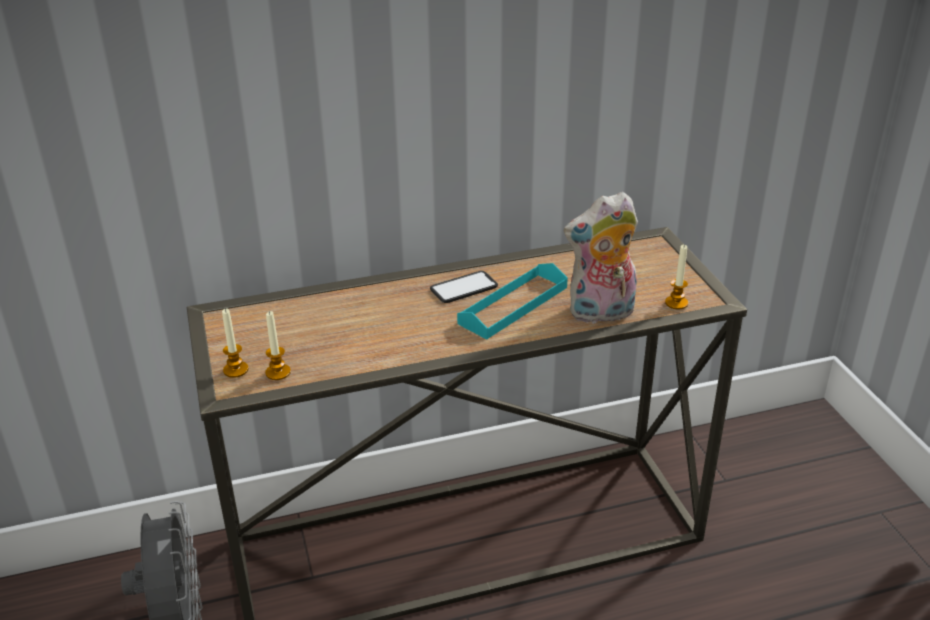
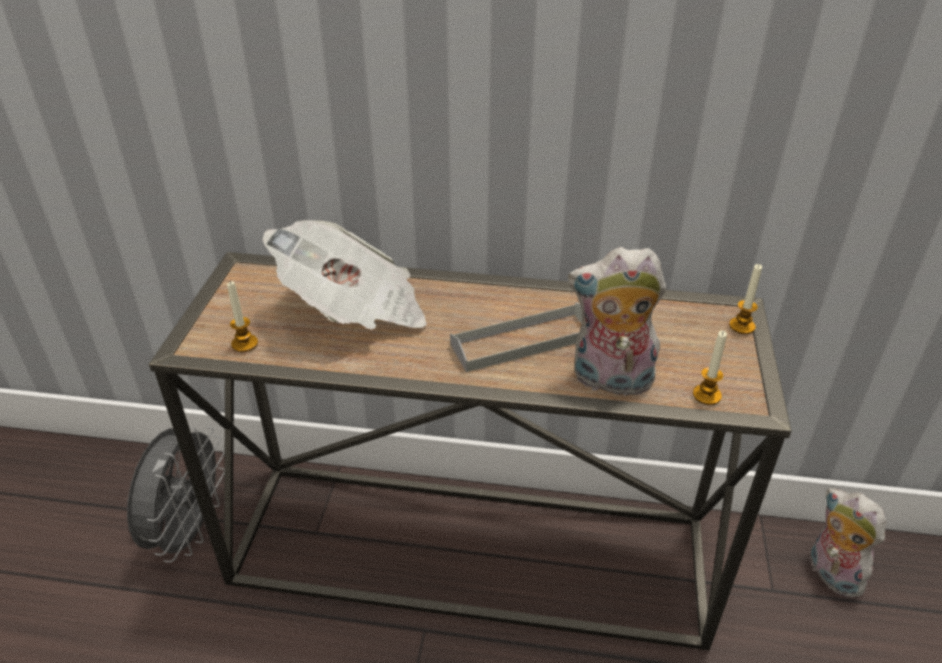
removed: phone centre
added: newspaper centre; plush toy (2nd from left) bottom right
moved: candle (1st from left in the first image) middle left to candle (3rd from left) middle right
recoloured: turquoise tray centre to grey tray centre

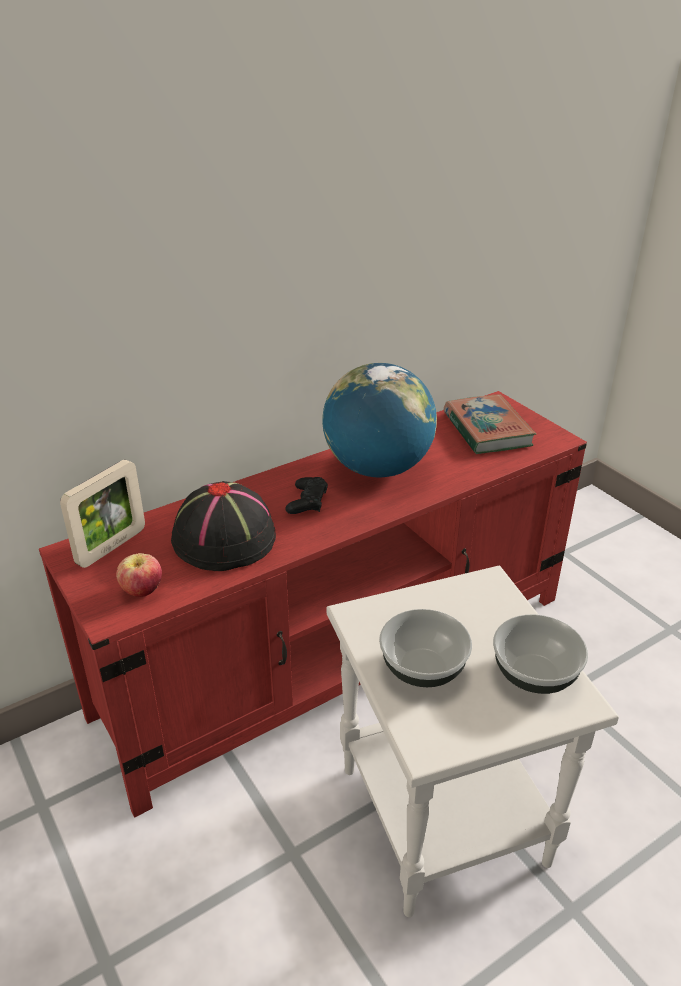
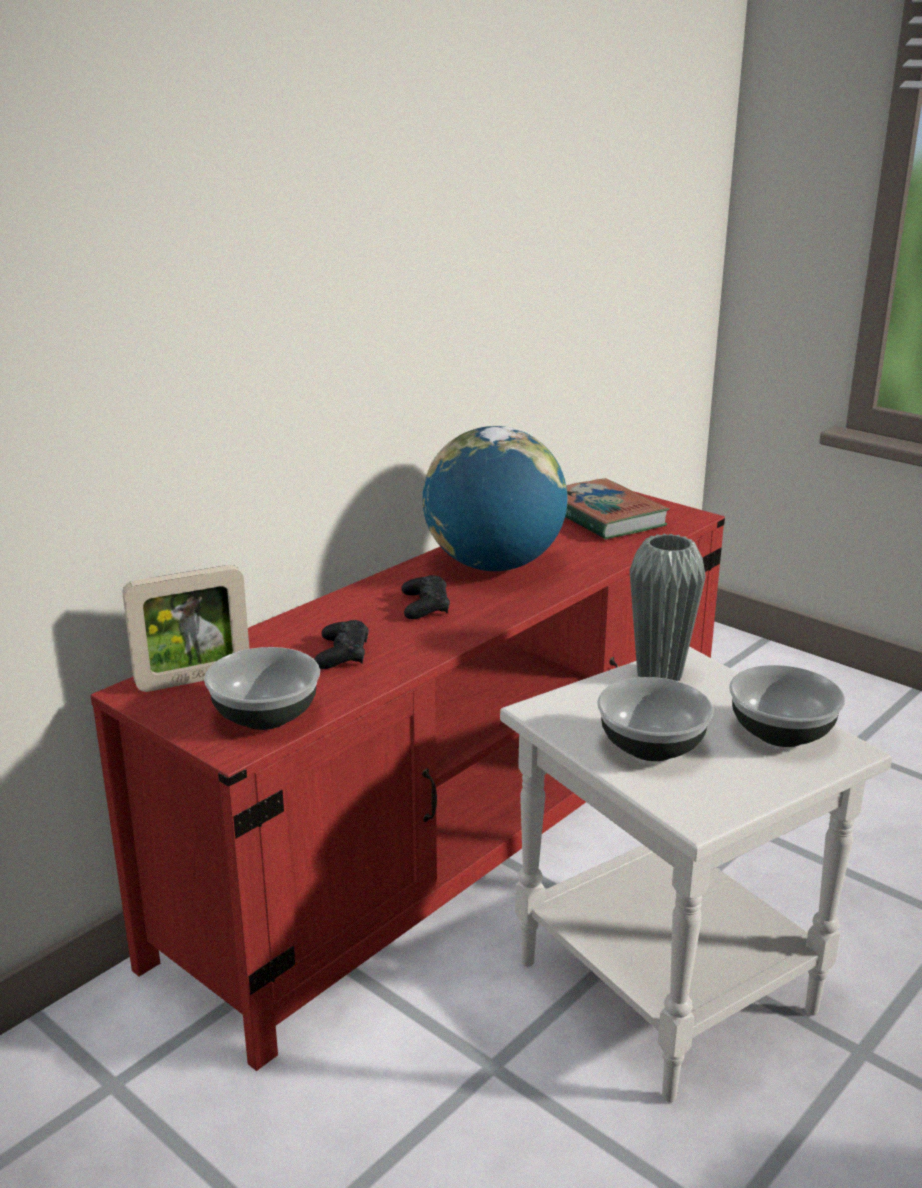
added: grey vase middle right
replaced: apple middle left to bowl (1st from left) middle left; black hat middle left to black game controller (1st from left) centre
turned: picture frame middle left = middle left 45 degrees clockwise

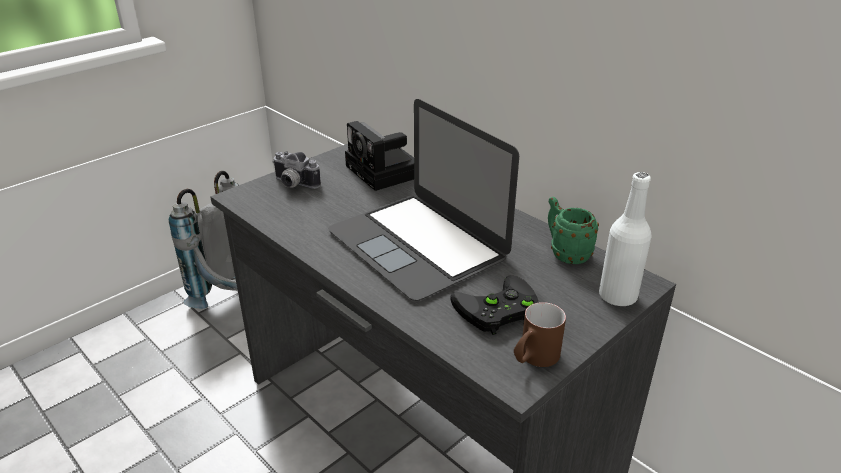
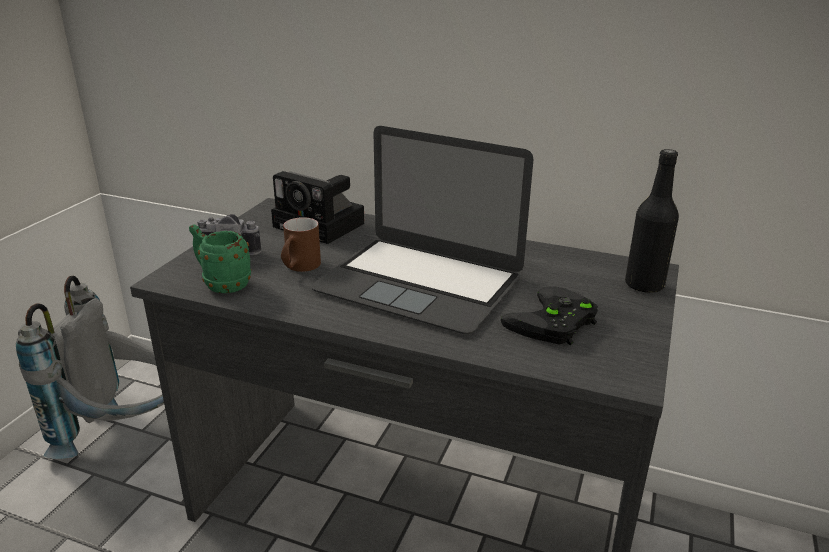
moved: green mug middle right to middle left; brown mug bottom centre to centre
recoloured: white bottle middle right to black bottle middle right

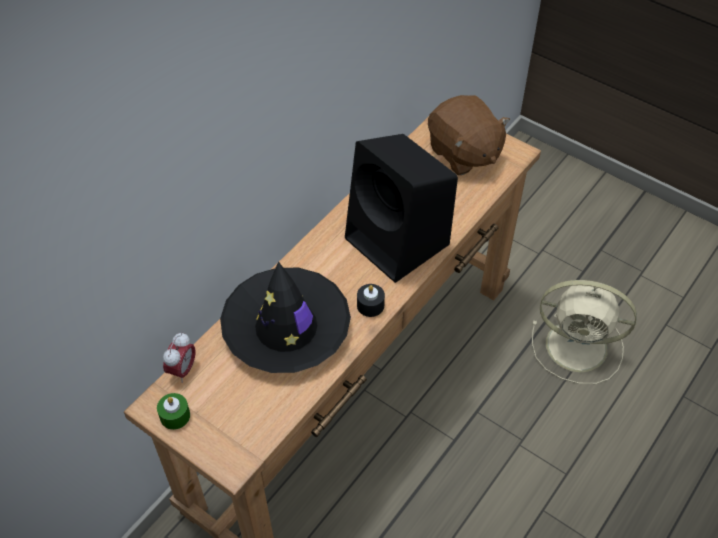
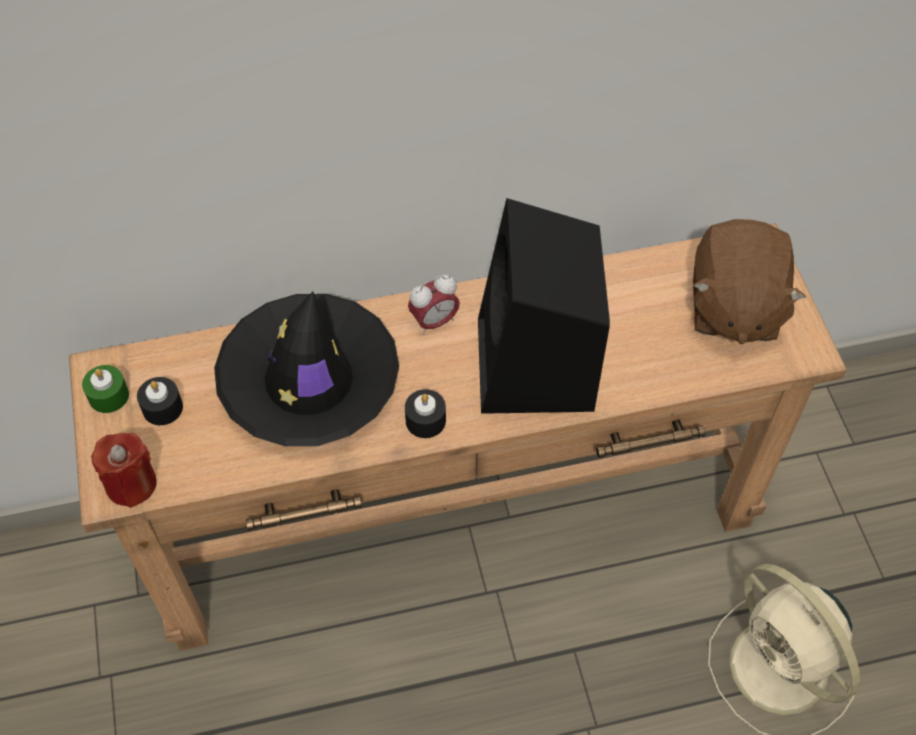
added: red candle middle left; black candle (1st from left) middle left
moved: alarm clock middle left to centre

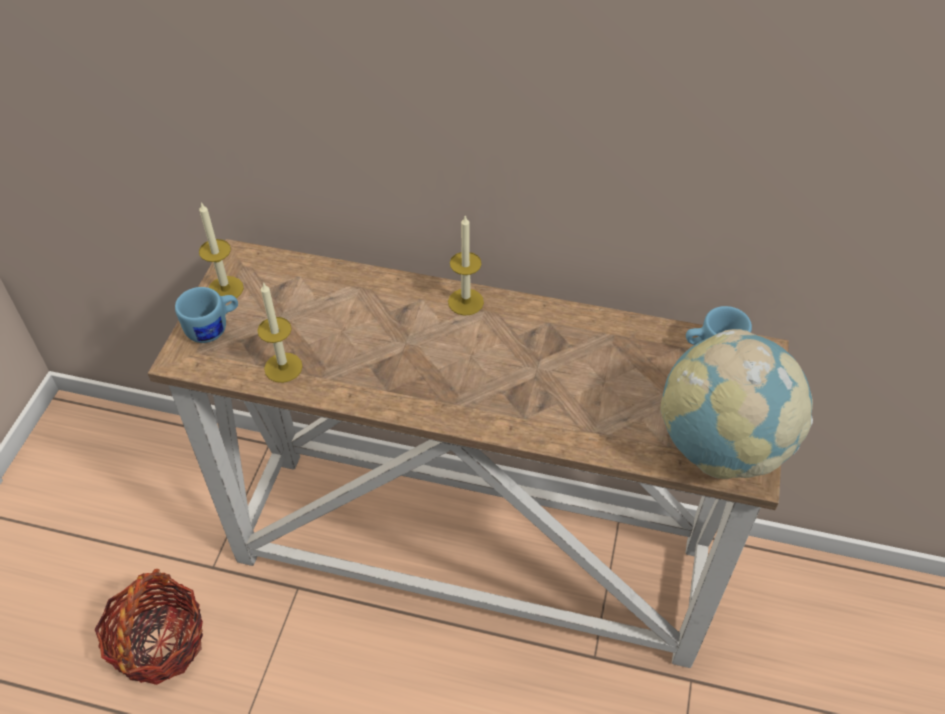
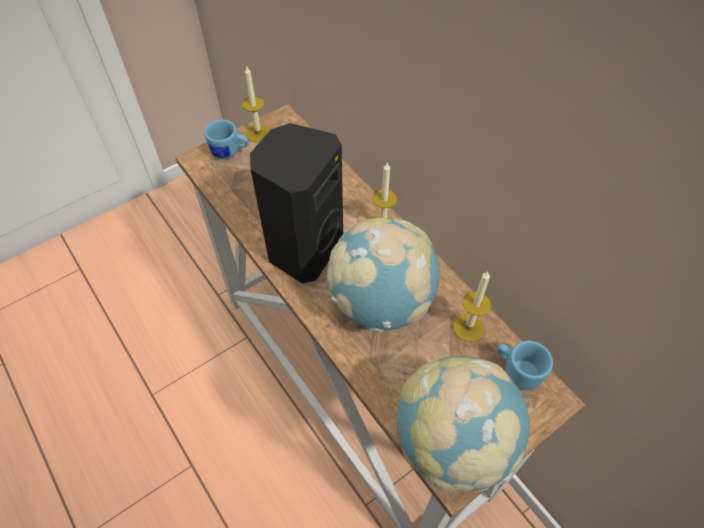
removed: basket bottom left
added: black speaker centre; globe (1st from left) centre
moved: candle (2nd from left in the first image) middle left to candle (3rd from left) middle right

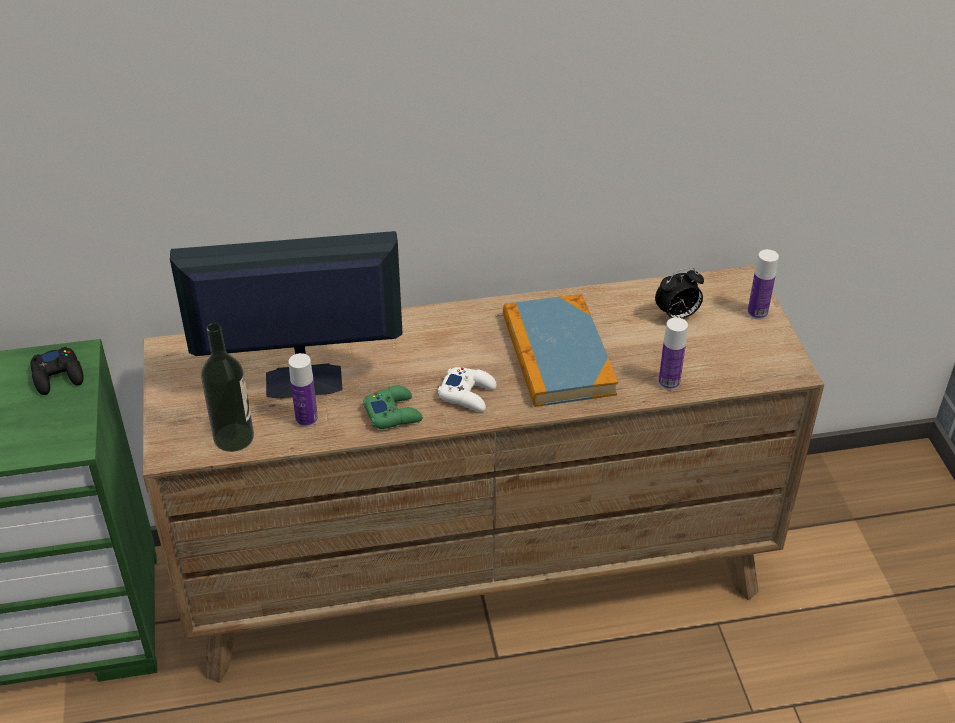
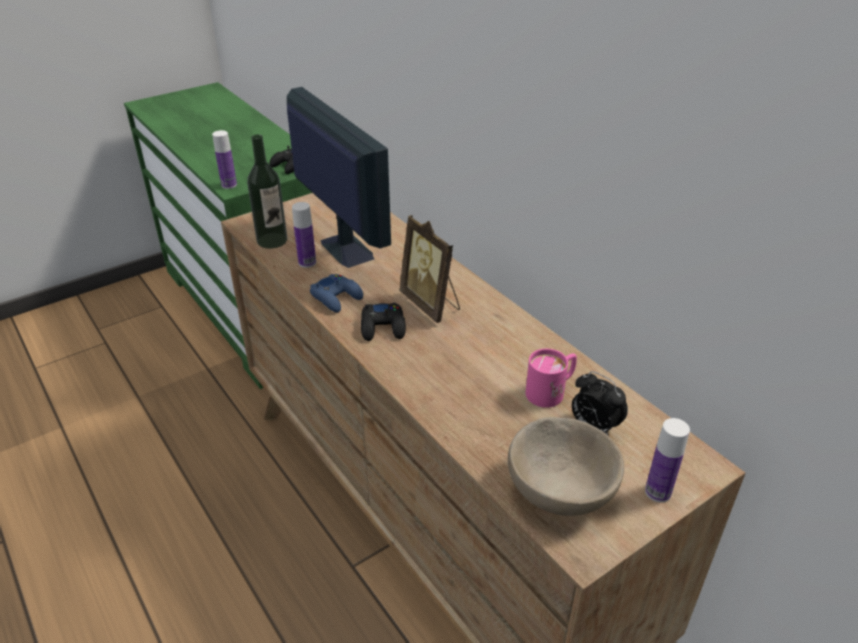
removed: book centre
added: picture frame centre; beige bowl bottom centre; pink mug centre
moved: bottle (3rd from left in the first image) middle right to bottle (1st from left) top left
recoloured: green game controller centre to blue game controller centre; white game controller centre to black game controller (2nd from left) centre

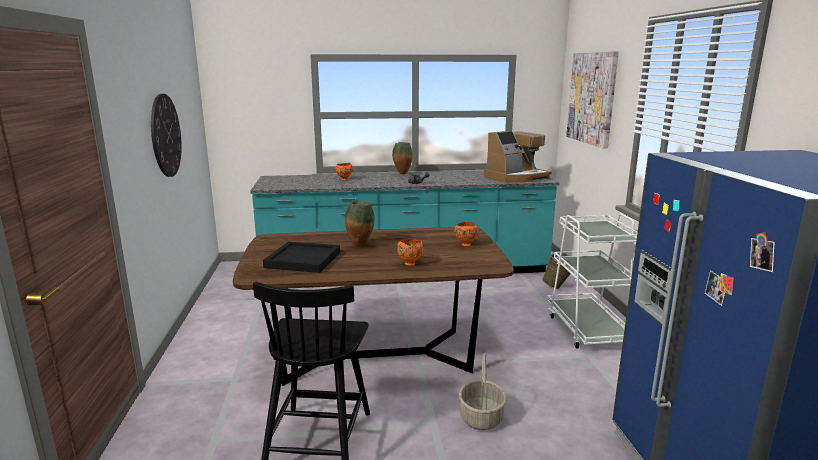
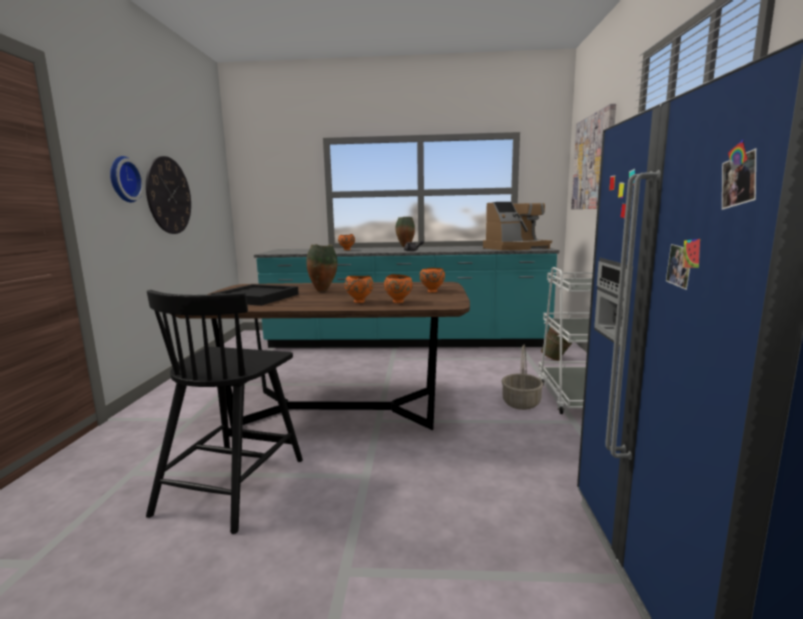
added: wall clock (1st from left) top left; orange bowl (3rd from left) centre
moved: basket bottom centre to centre

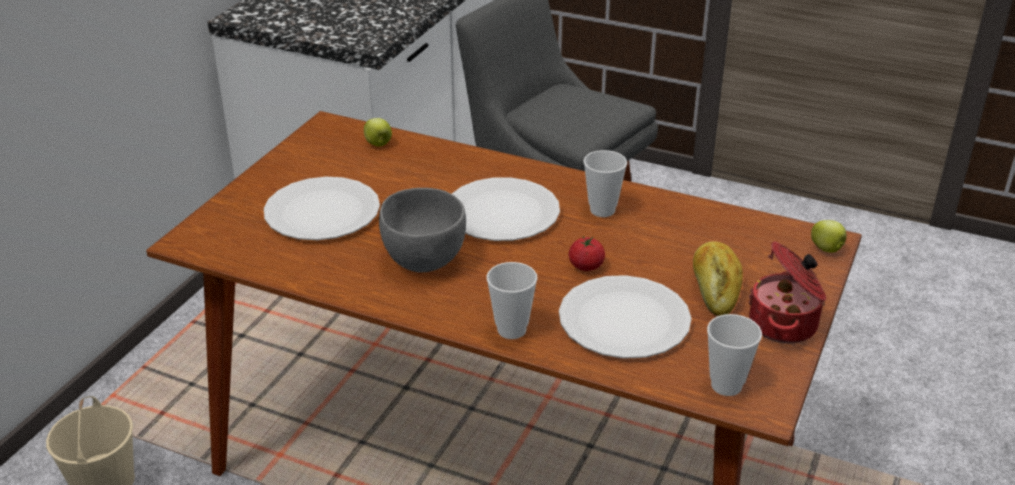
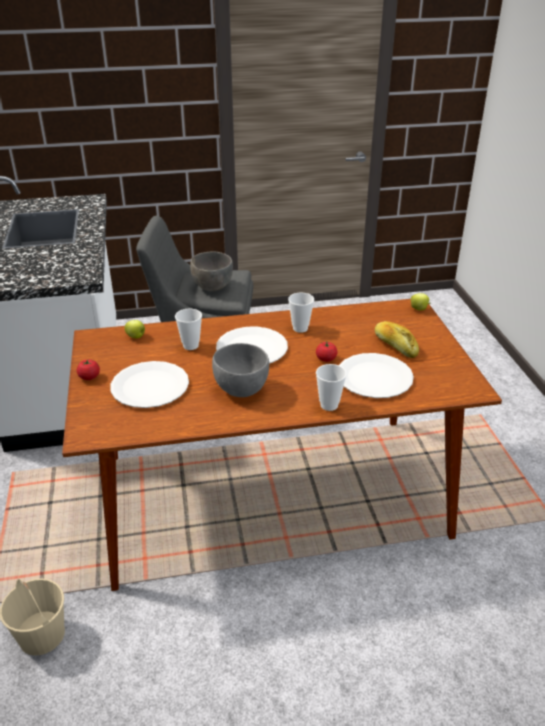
removed: cooking pot middle right
added: tomato (1st from left) middle left; grey bowl (1st from left) centre
moved: cup (3rd from left in the first image) bottom right to cup (1st from left) centre

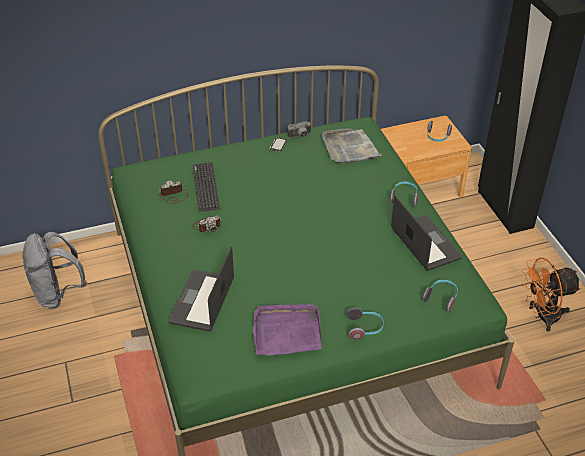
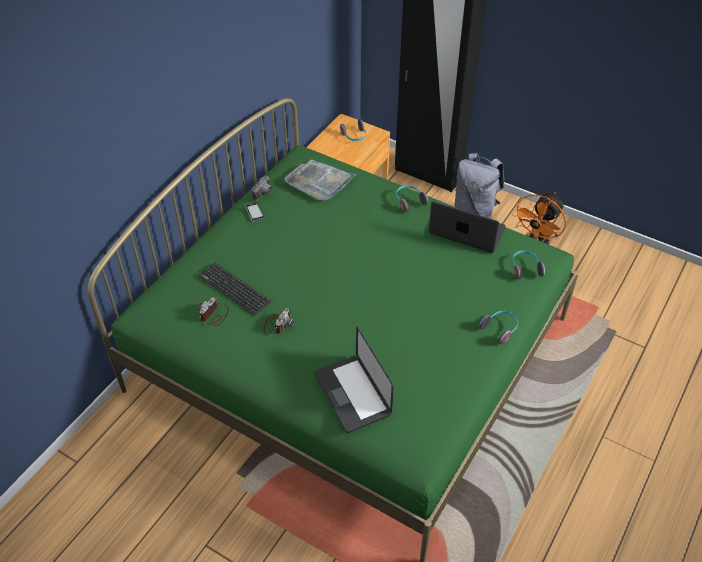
removed: purple tray bottom centre
moved: grey backpack middle left to top right

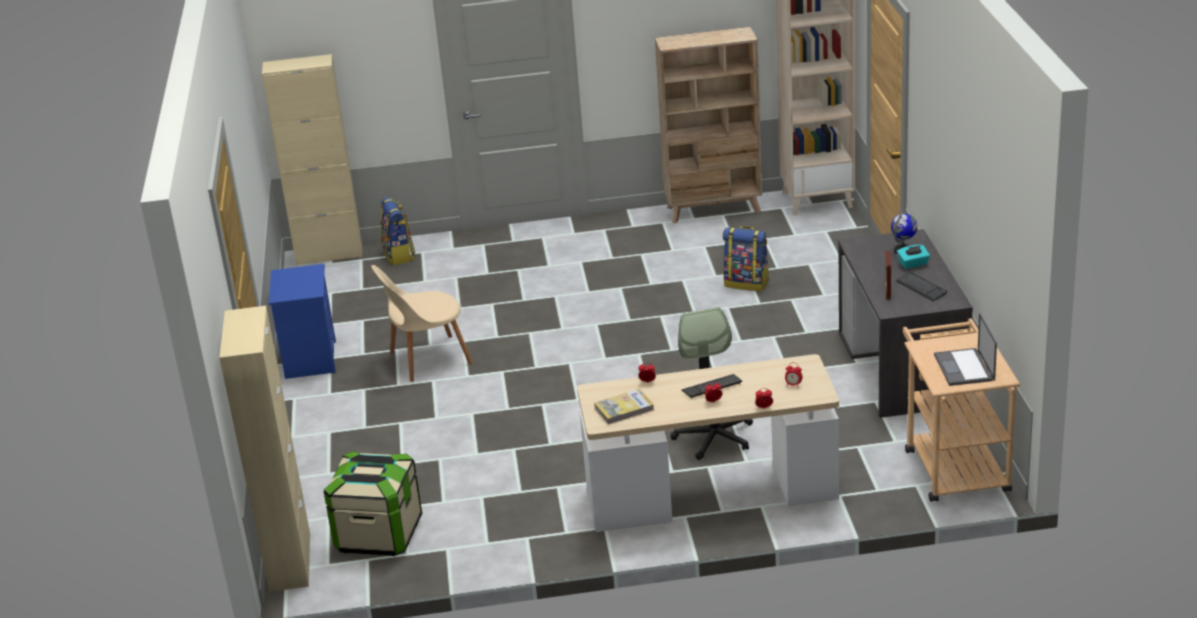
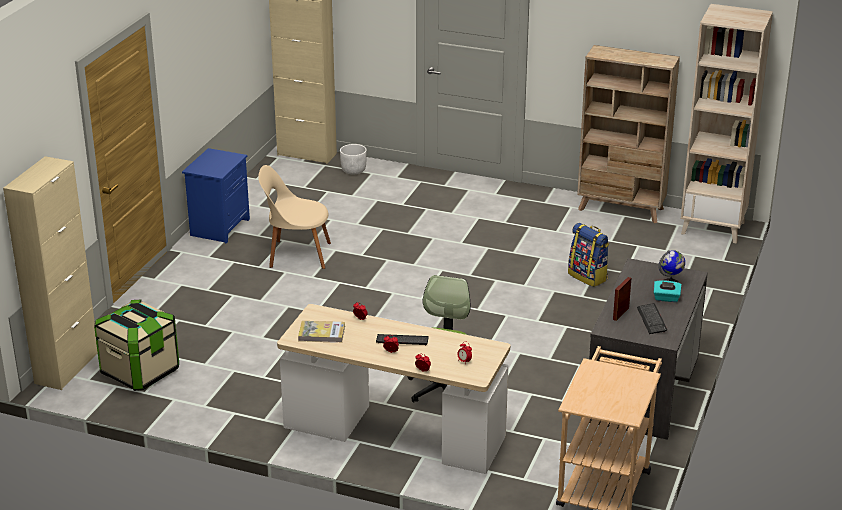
removed: laptop middle right
replaced: backpack (1st from left) middle left to white planter top centre

